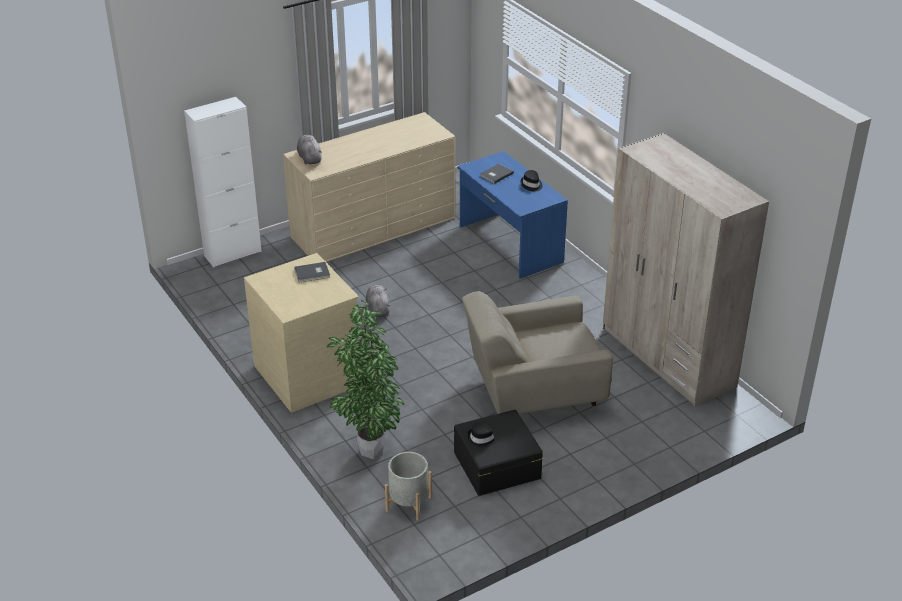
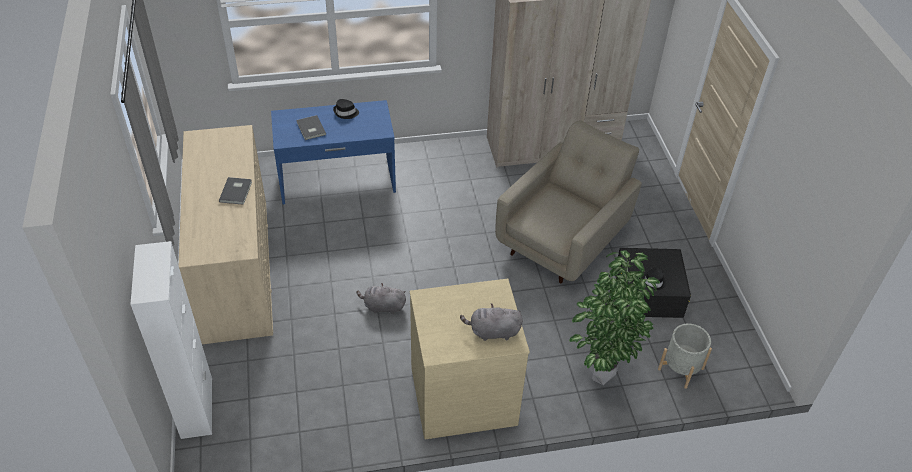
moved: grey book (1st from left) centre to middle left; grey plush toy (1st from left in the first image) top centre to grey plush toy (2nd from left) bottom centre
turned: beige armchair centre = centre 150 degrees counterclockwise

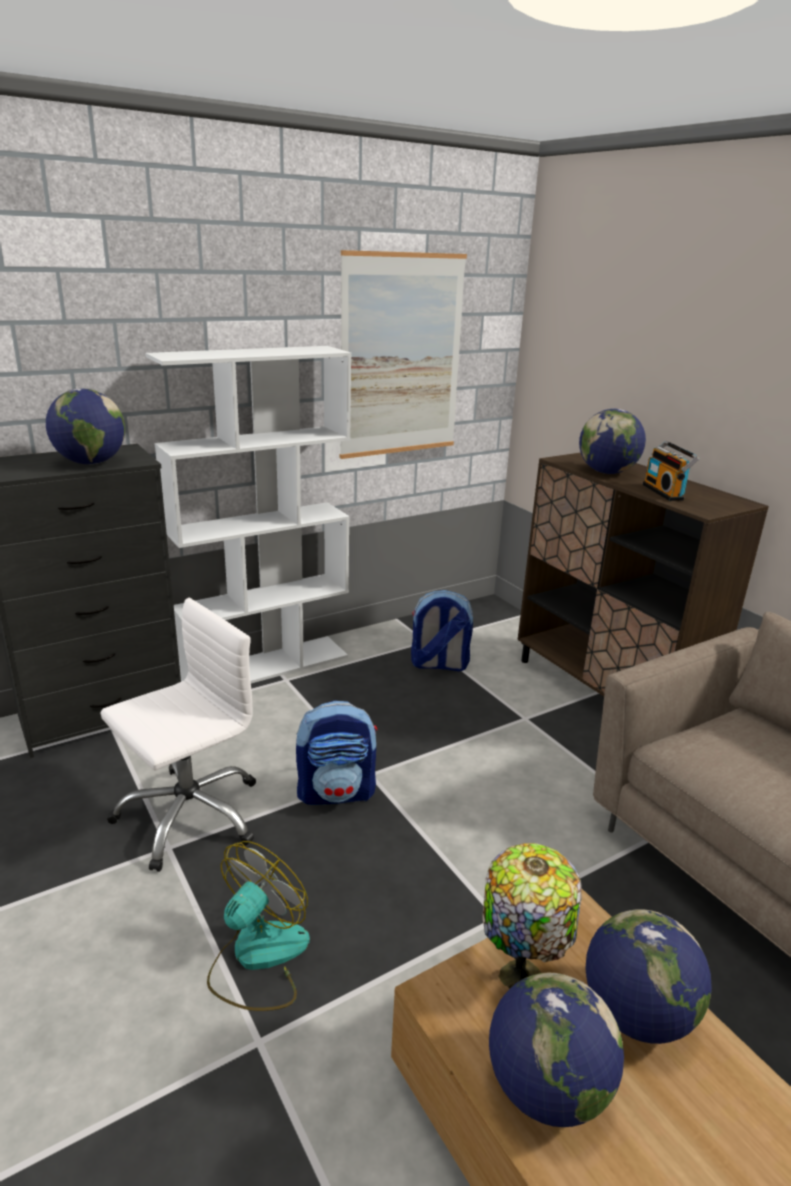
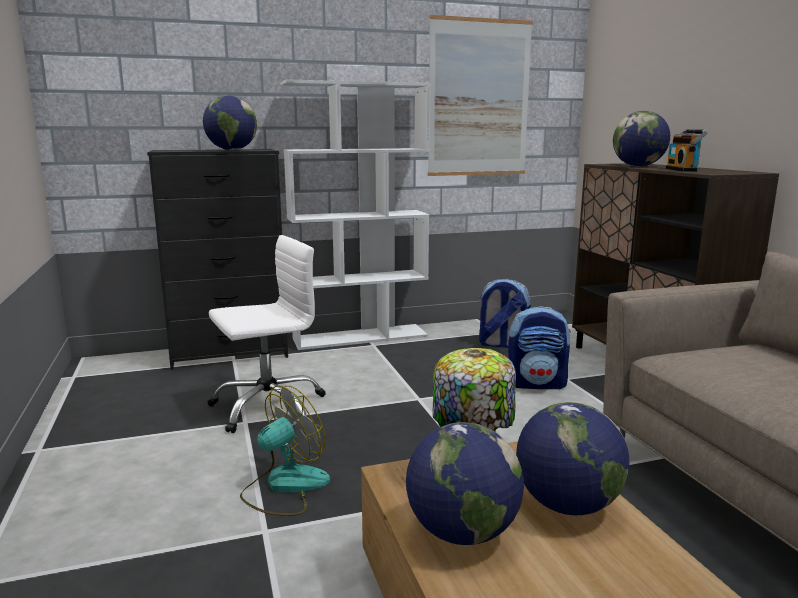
moved: backpack (1st from left in the first image) centre to backpack (2nd from left) middle right

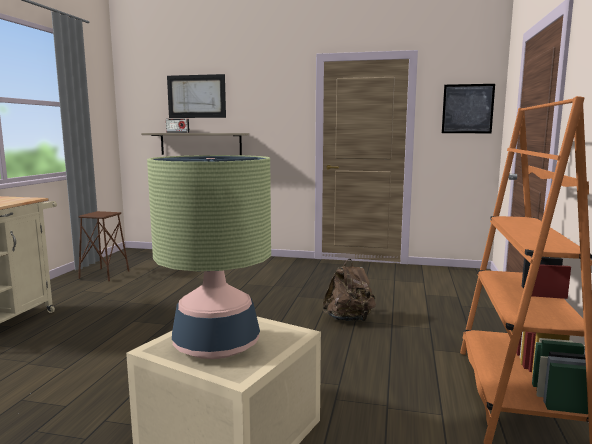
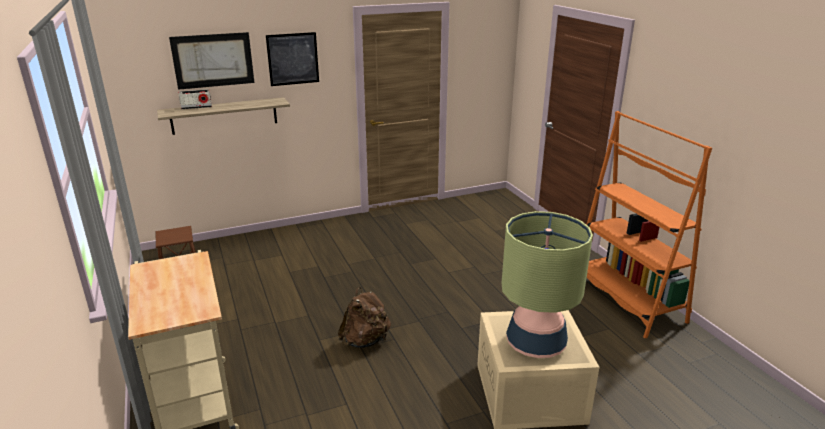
moved: picture (2nd from left) top right to top centre; brown backpack centre to bottom centre

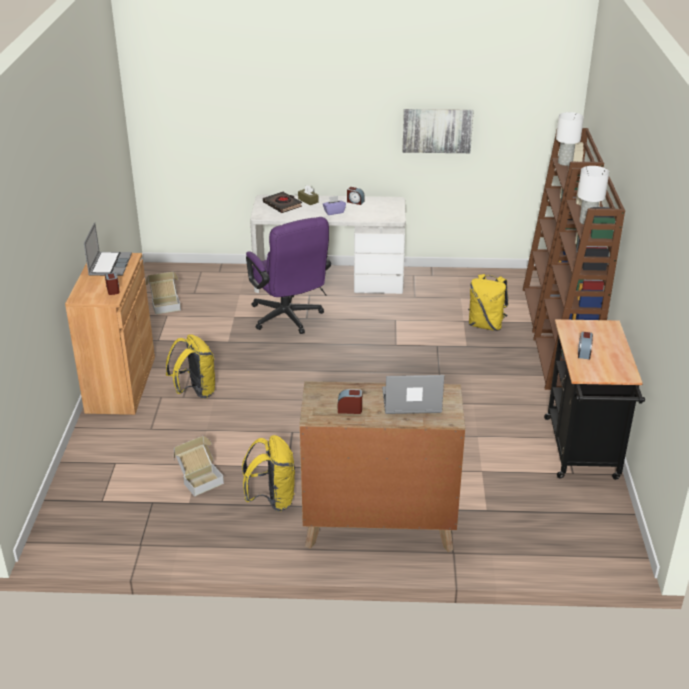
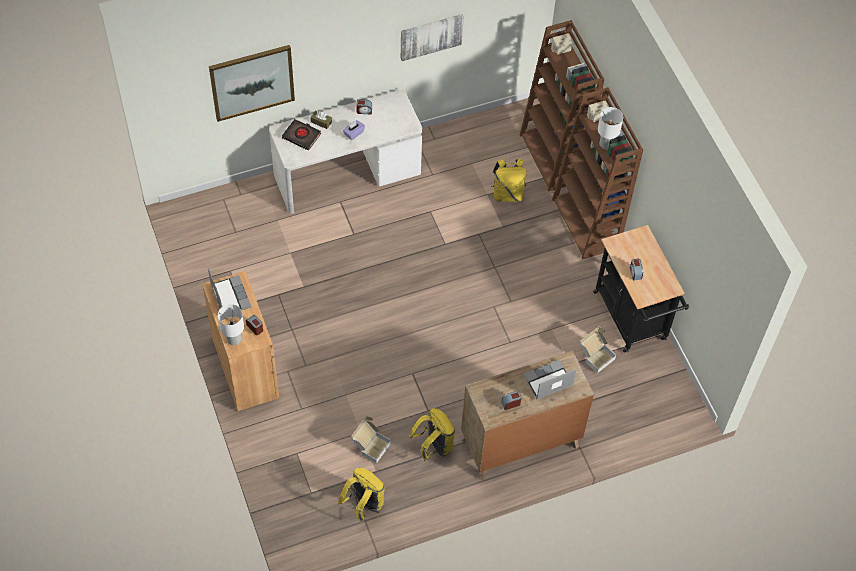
removed: purple office chair centre
added: picture (1st from left) top left
moved: white table lamp (1st from left) top right to middle left; yellow backpack (1st from left) middle left to bottom centre; cardboard box (1st from left in the first image) middle left to cardboard box (2nd from left) middle right

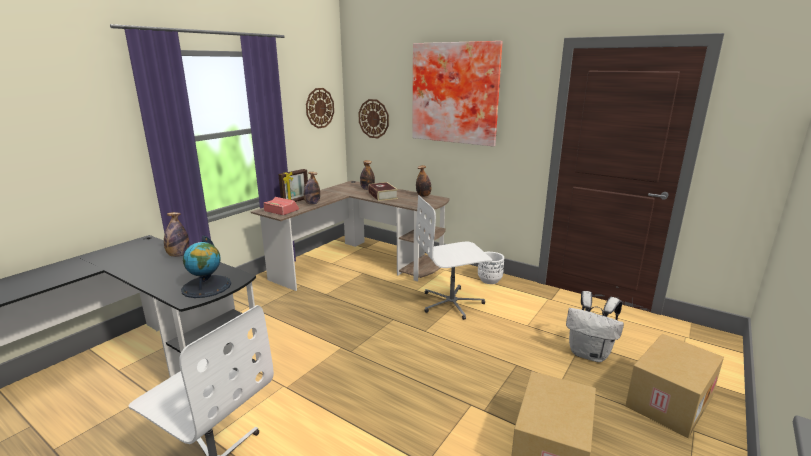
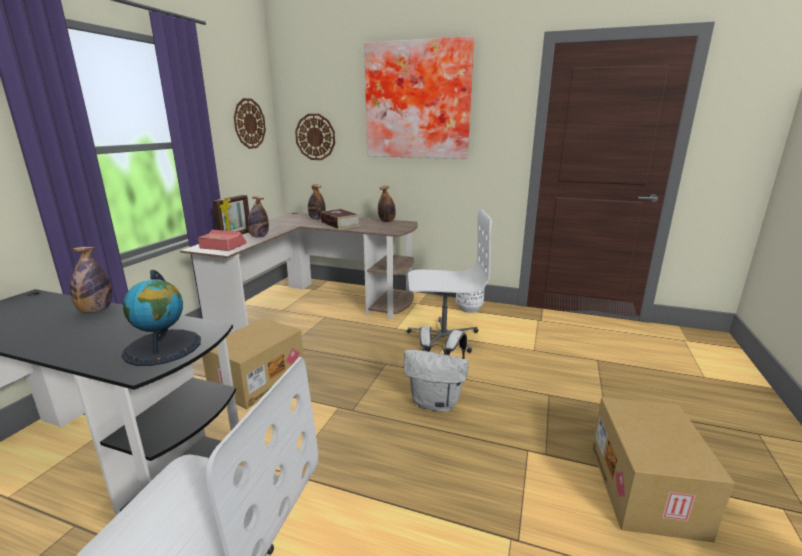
moved: cardboard box (2nd from left in the first image) bottom right to cardboard box (1st from left) middle left; white backpack bottom right to centre
turned: white office chair (2nd from left) centre = centre 150 degrees counterclockwise

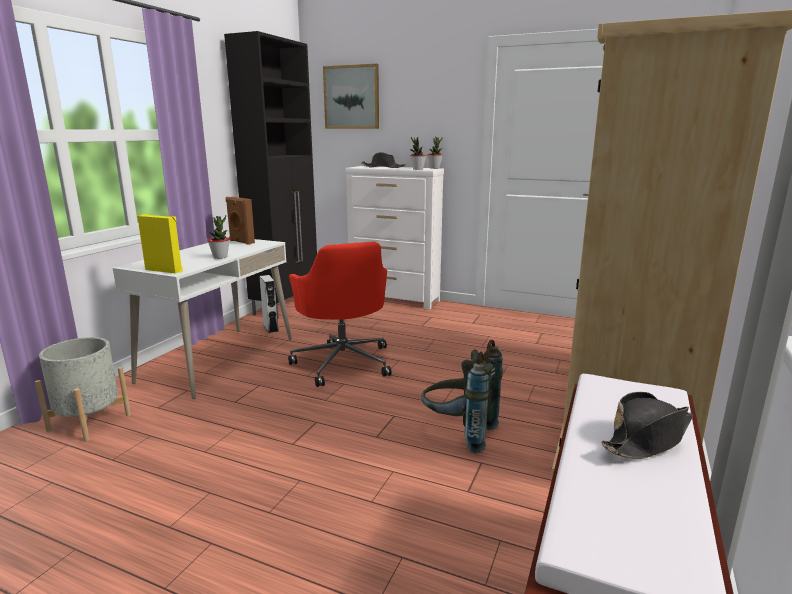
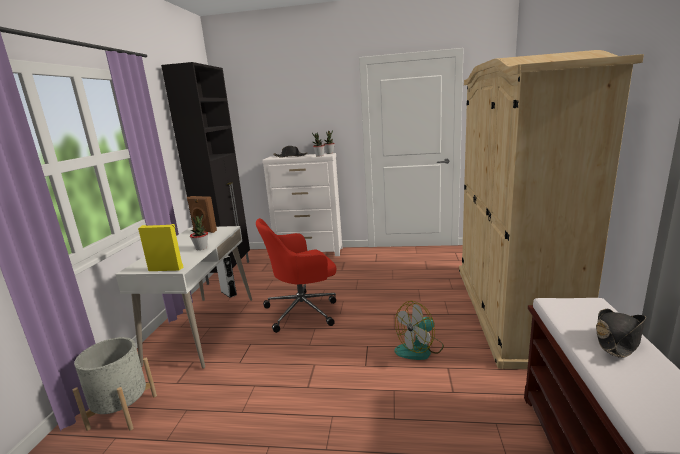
removed: picture top centre
replaced: grey backpack bottom centre to fan bottom centre
turned: red office chair centre = centre 105 degrees clockwise

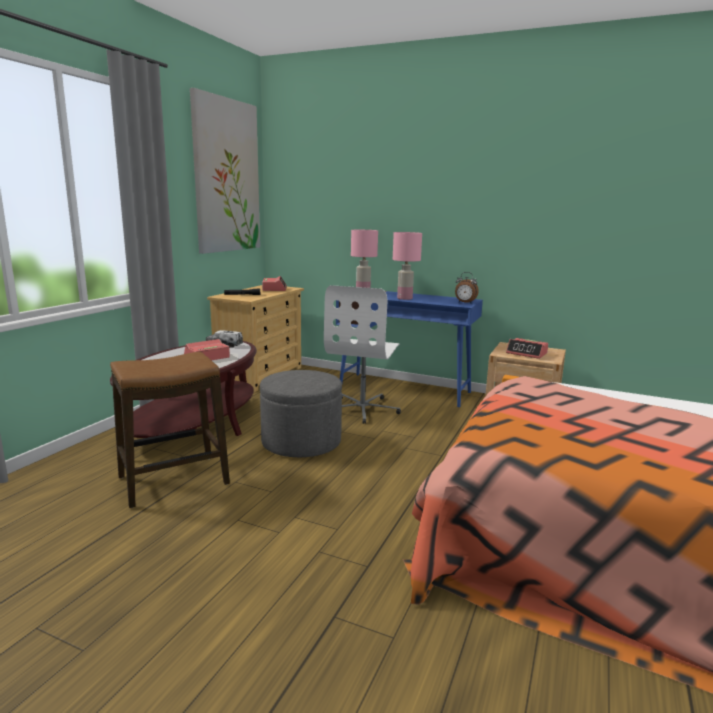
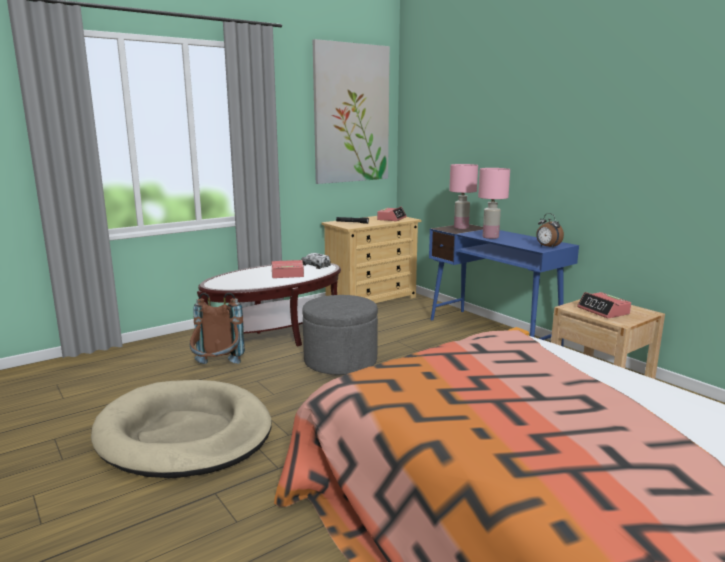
removed: white office chair centre
added: beige dog bed bottom left
replaced: stool middle left to brown backpack middle left

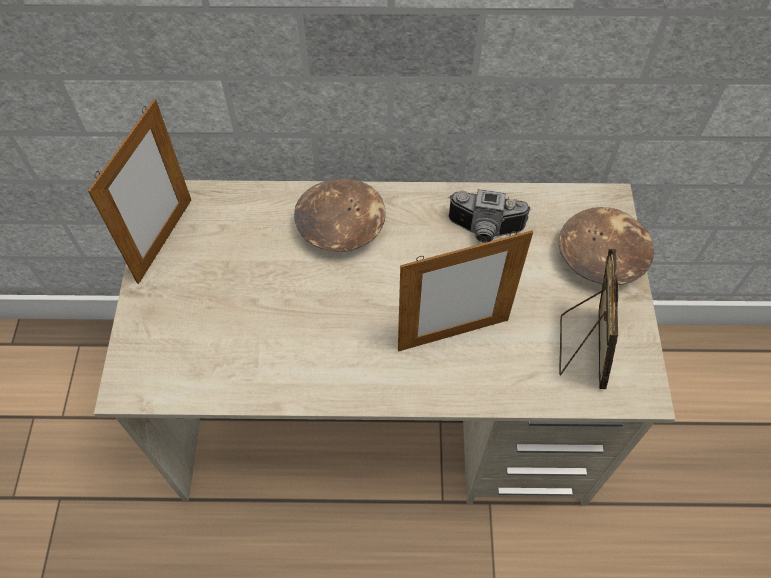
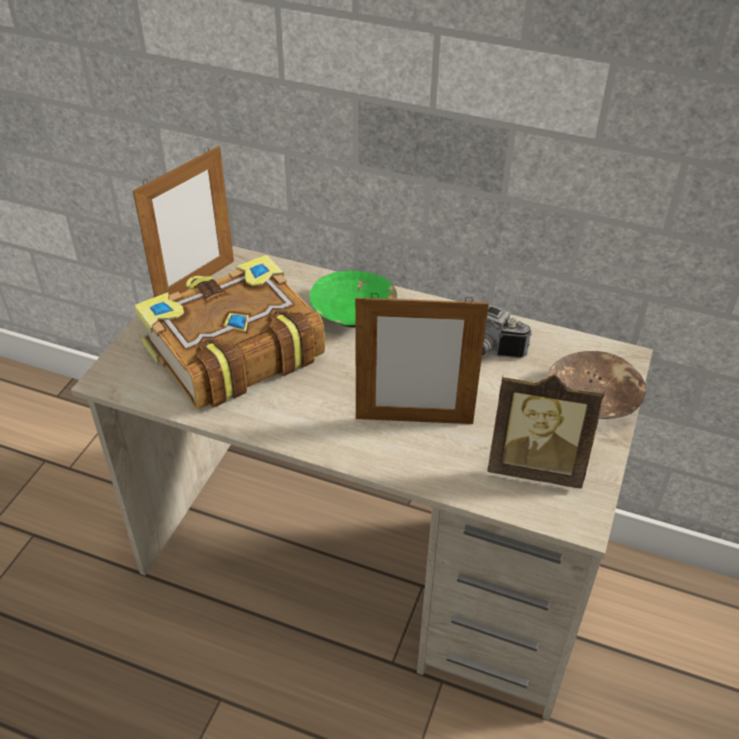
added: book middle left
recoloured: brown bowl (1st from left) centre to green bowl centre
turned: picture frame (3rd from left) middle right = middle right 75 degrees clockwise

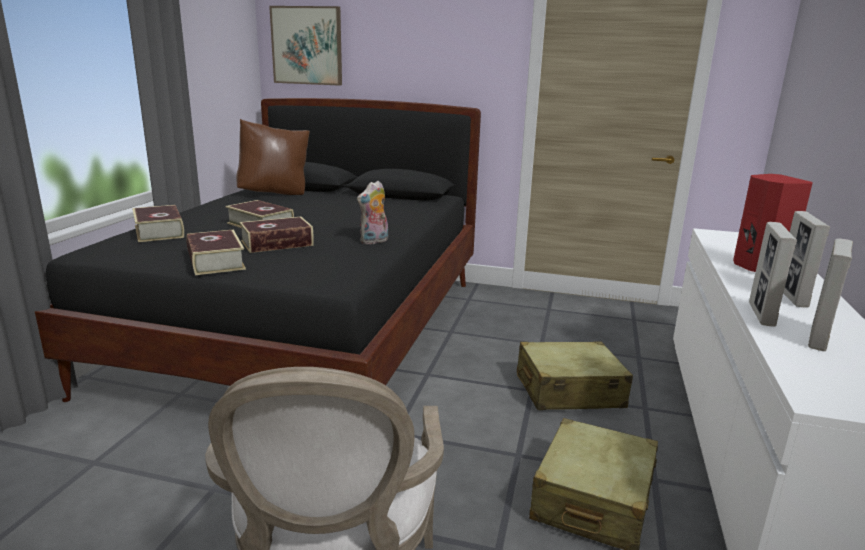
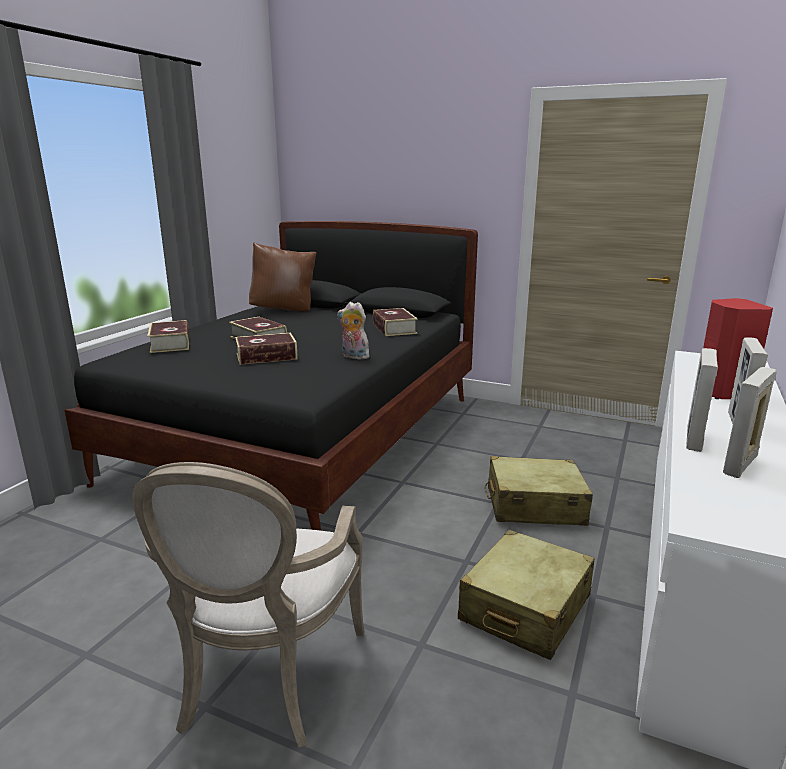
removed: picture top centre
moved: book (2nd from left in the first image) middle left to book (4th from left) centre
turned: plush toy centre = centre 60 degrees clockwise

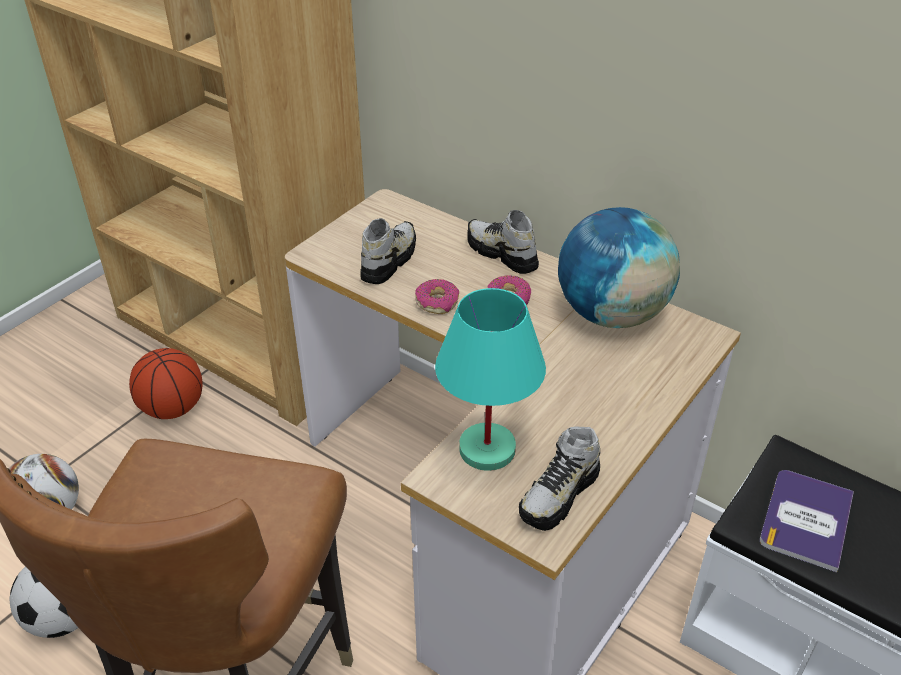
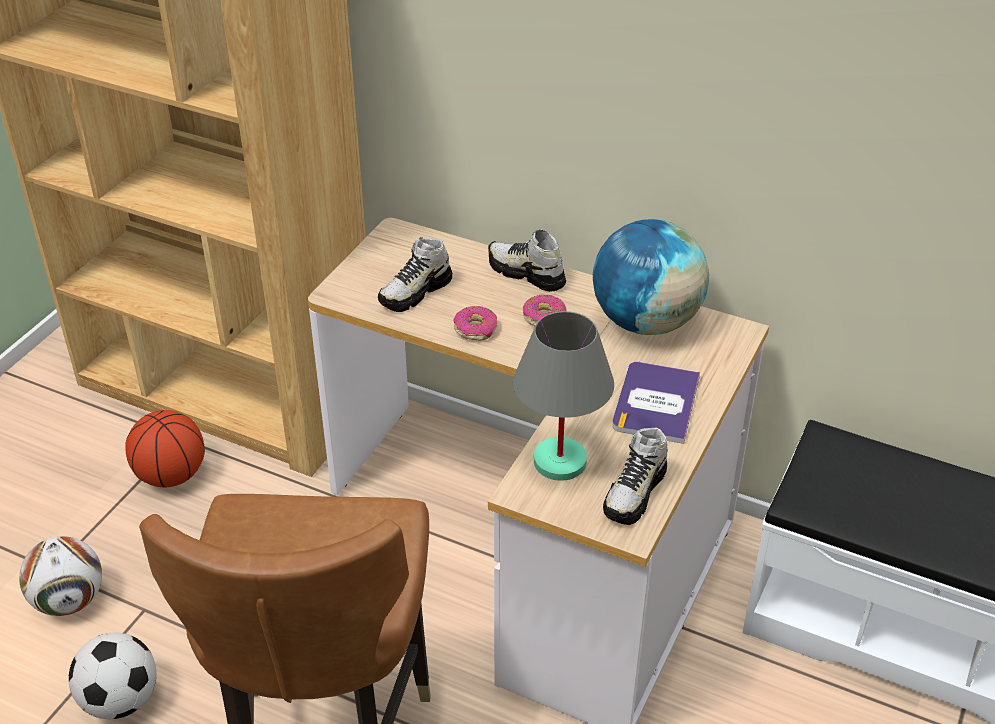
moved: book bottom right to centre
recoloured: turquoise table lamp centre to grey table lamp centre
turned: shoe (1st from left) centre = centre 150 degrees counterclockwise

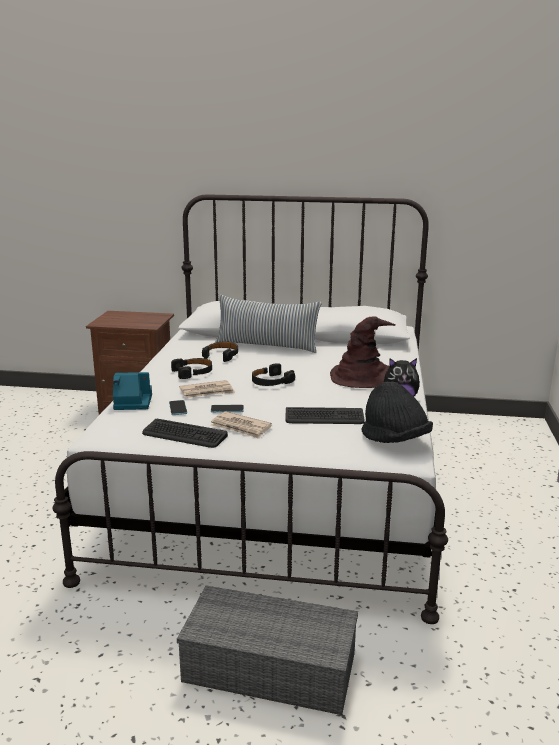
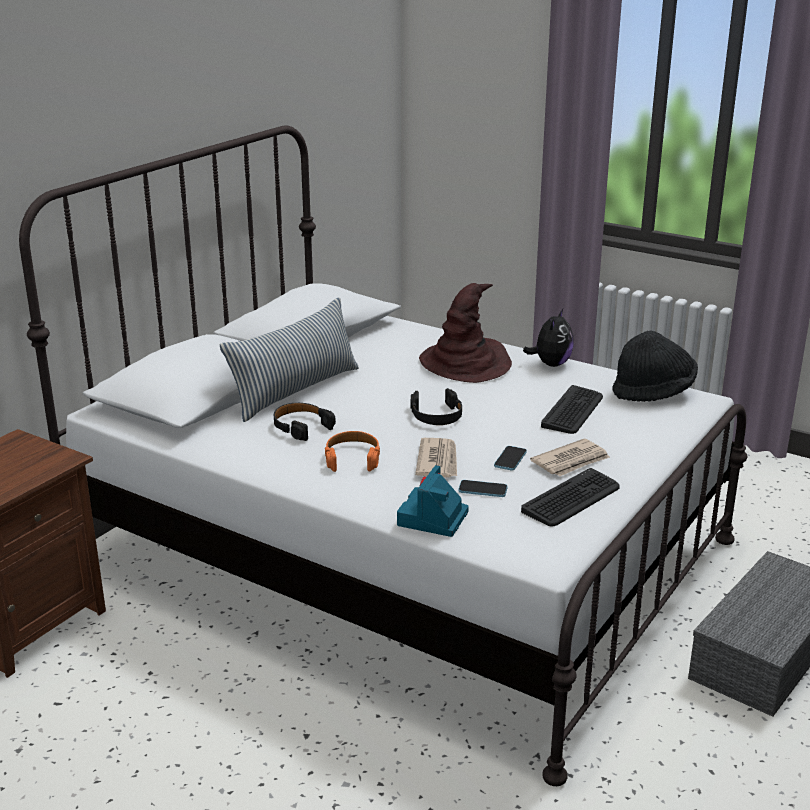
recoloured: black headphones (1st from left) centre to orange headphones centre

